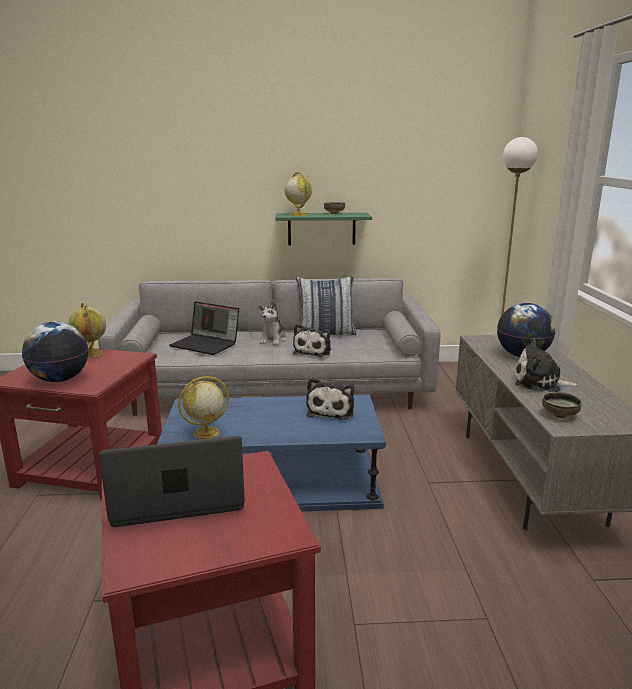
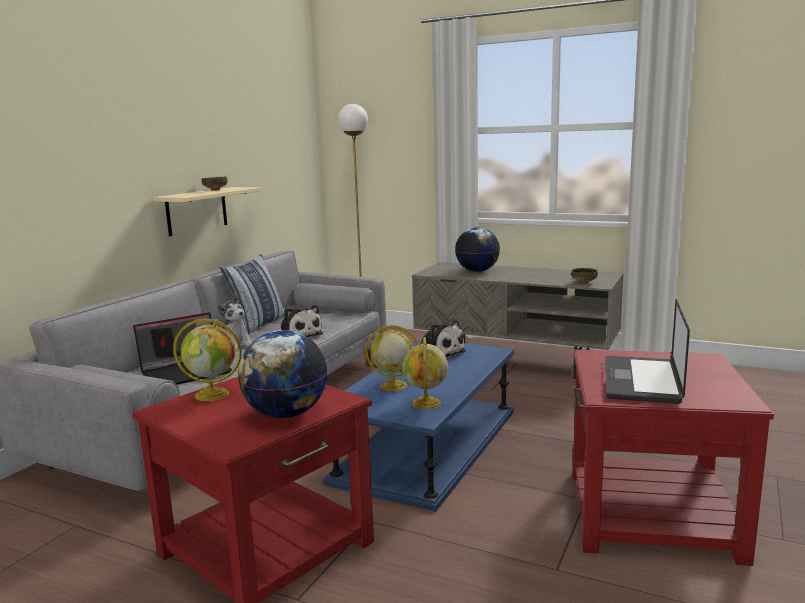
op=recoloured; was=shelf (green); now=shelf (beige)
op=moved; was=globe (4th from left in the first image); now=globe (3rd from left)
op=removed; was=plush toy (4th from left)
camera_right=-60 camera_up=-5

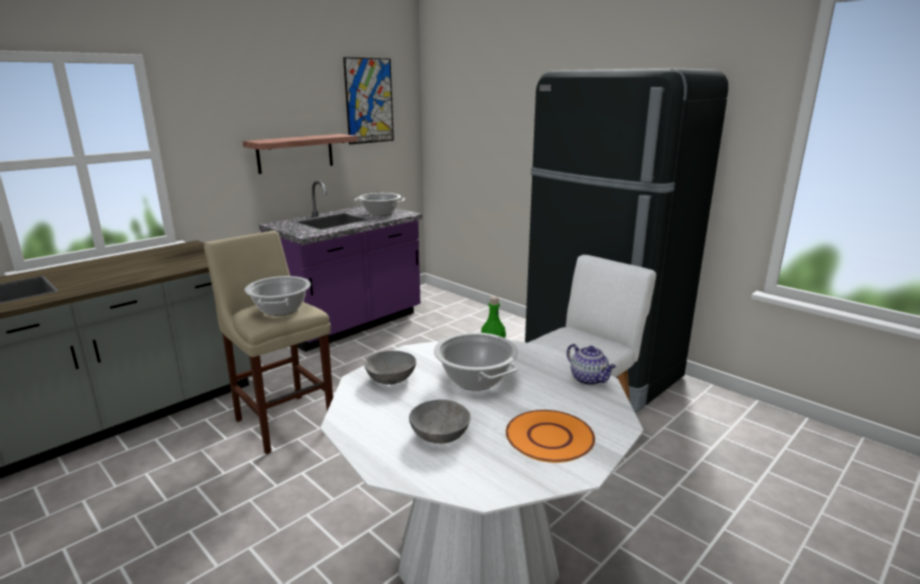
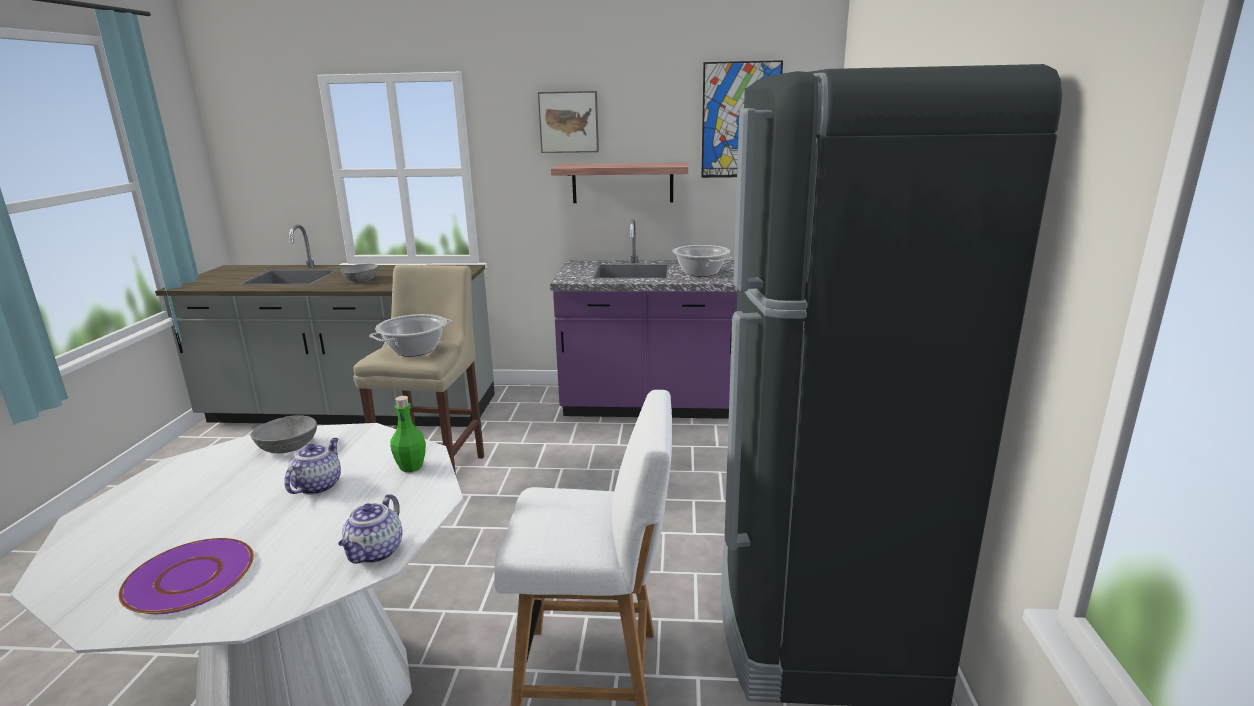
op=recoloured; was=plate (orange); now=plate (purple)
op=replaced; was=cooking pot (3rd from left); now=teapot (1st from left)
op=moved; was=bowl (grey) (2nd from left)
op=added; now=picture (1st from left)
camera_right=50 camera_up=0

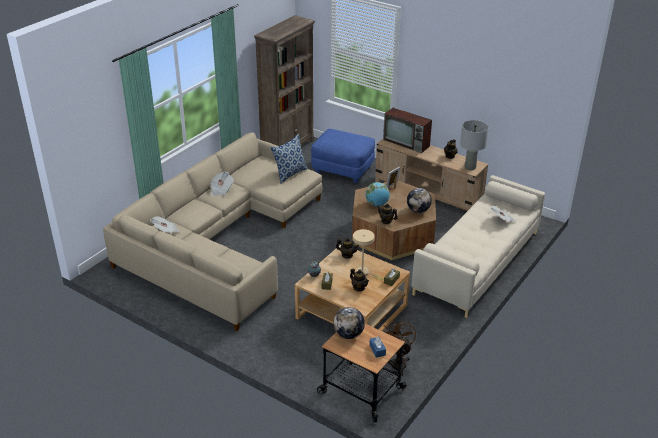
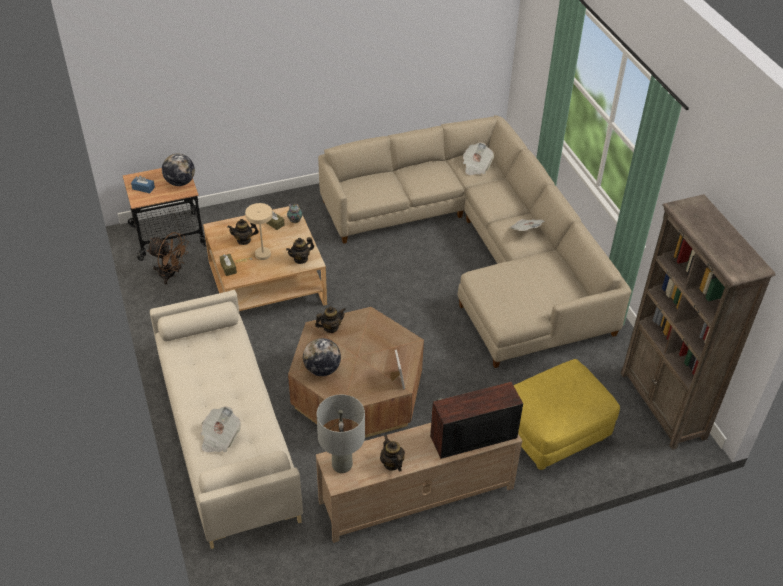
op=recoloured; was=ottoman (blue); now=ottoman (yellow)
op=removed; was=pillow
op=removed; was=globe (2nd from left)
camera_right=125 camera_up=10

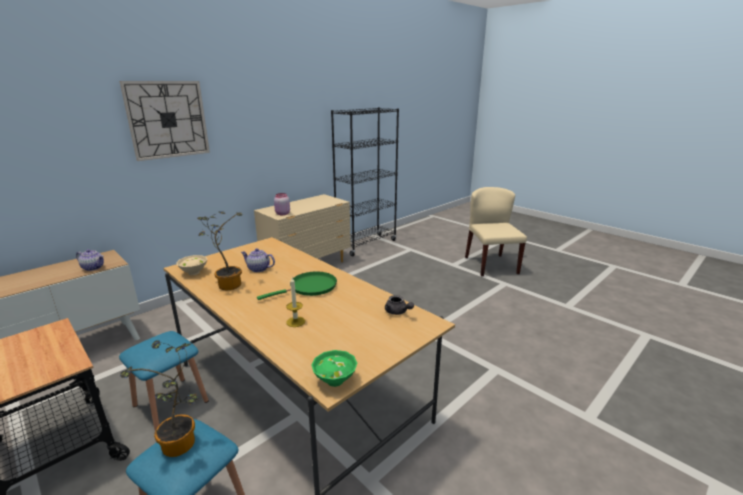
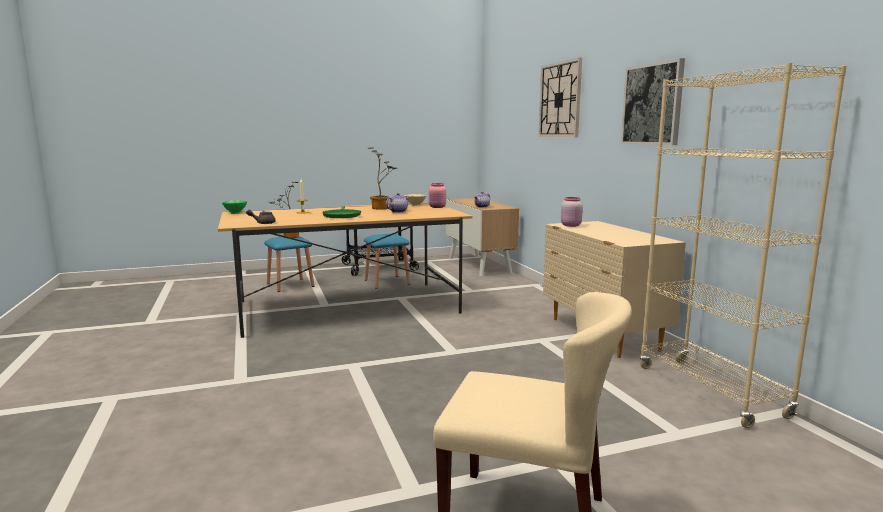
op=added; now=jar (pink) (1st from left)
op=added; now=picture
op=recoloured; was=bookcase (black); now=bookcase (beige)
camera_right=115 camera_up=-10

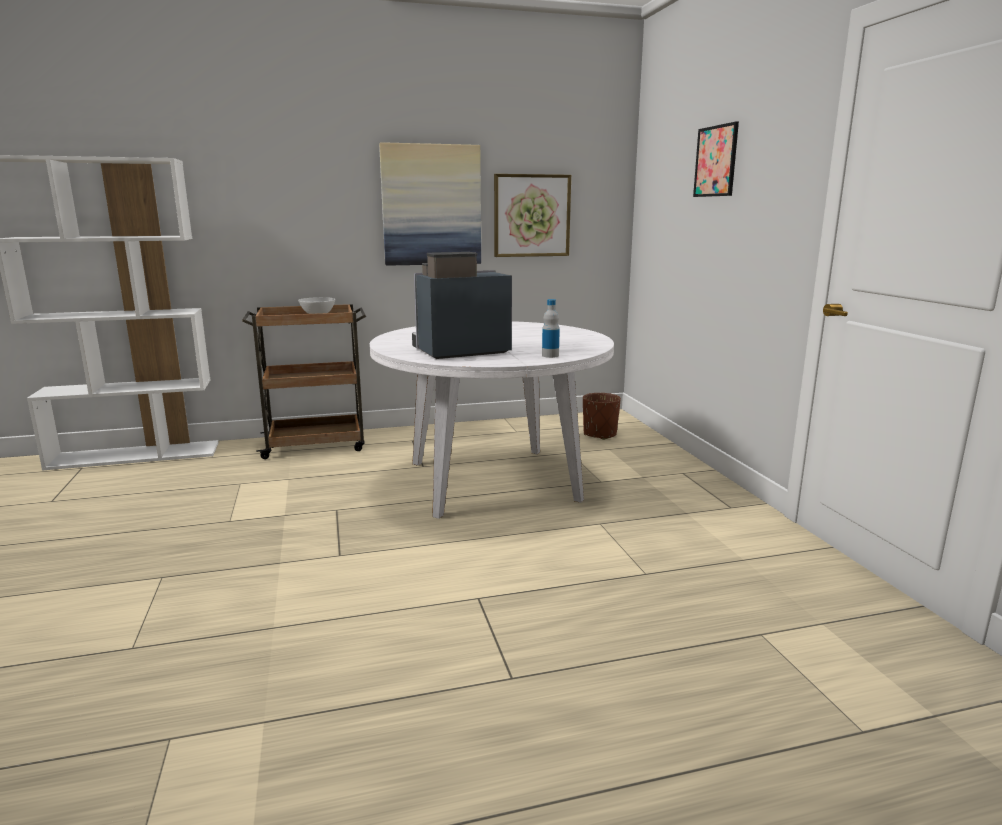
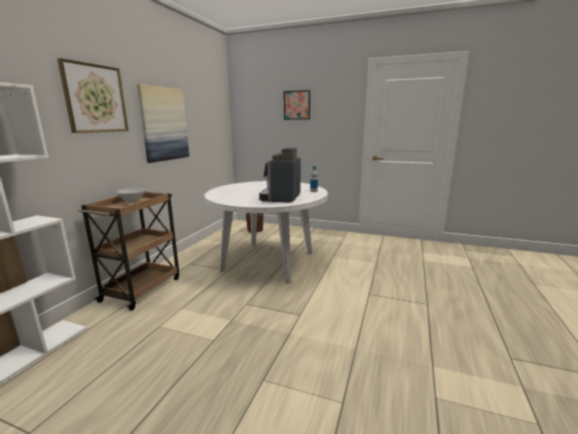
op=moved; was=picture (2nd from left in the first image); now=picture (1st from left)
camera_right=-55 camera_up=0

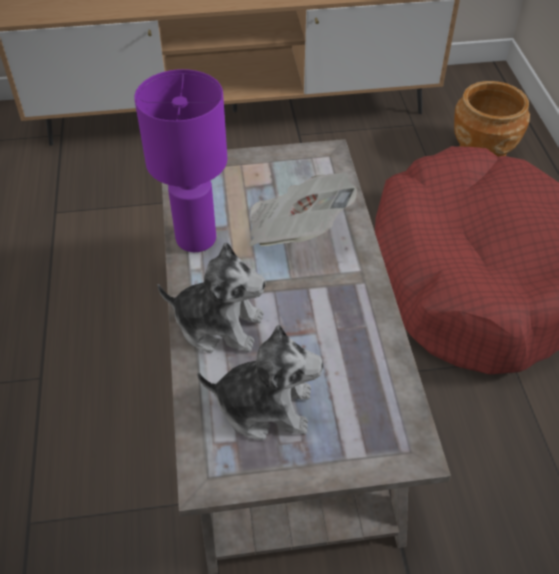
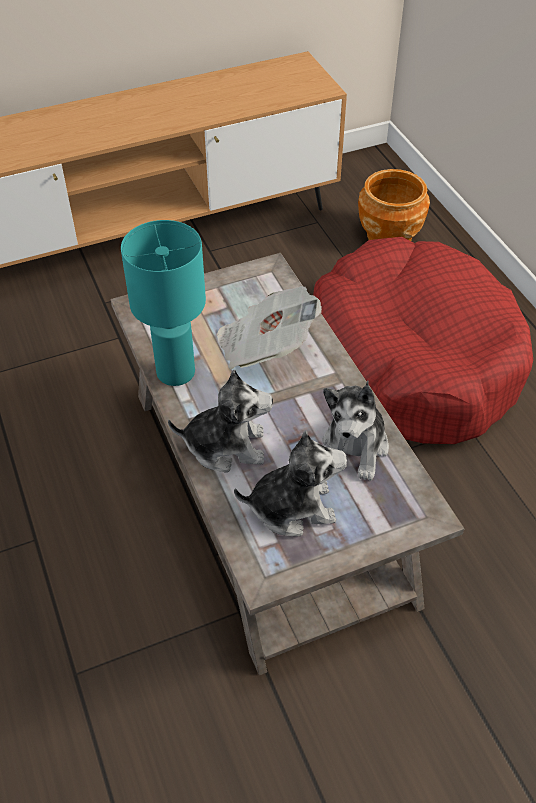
op=recoloured; was=table lamp (purple); now=table lamp (turquoise)
op=added; now=plush toy (3rd from left)
camera_right=-15 camera_up=0

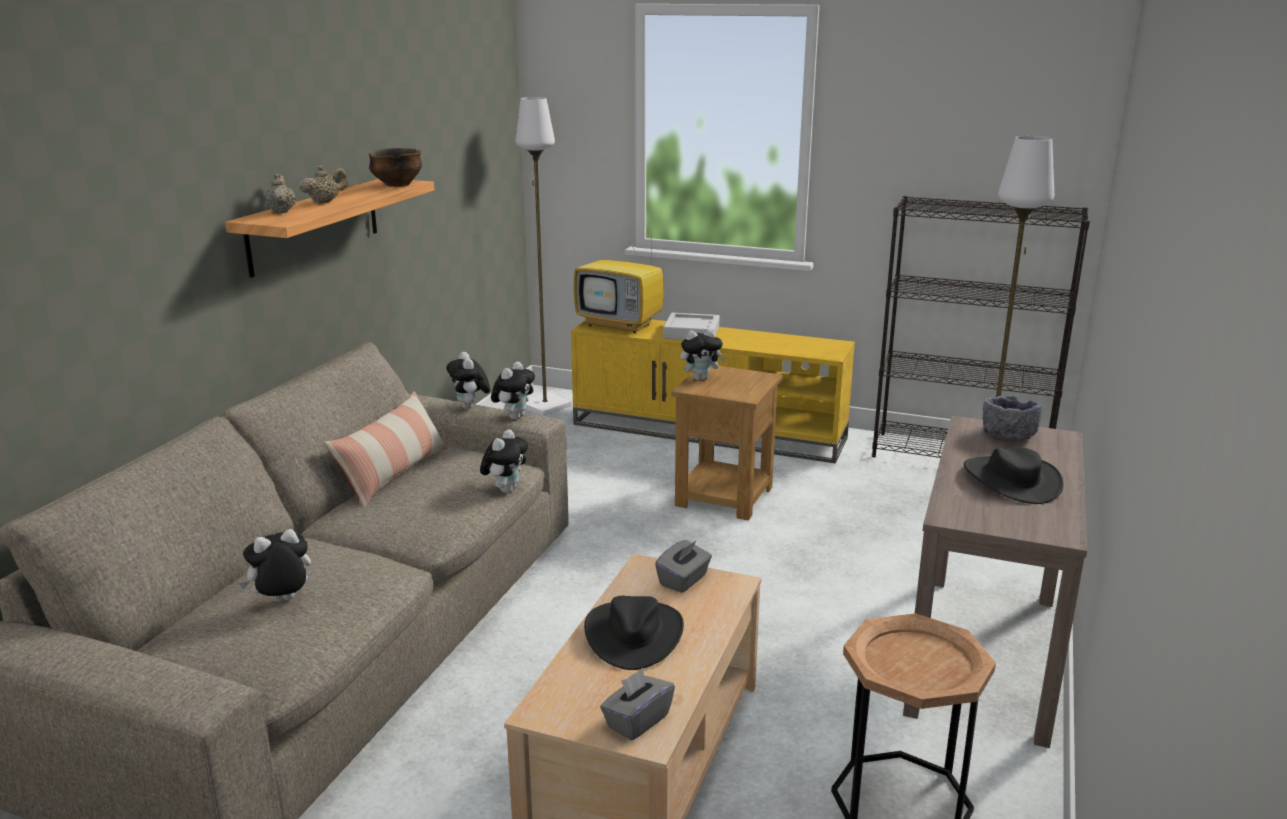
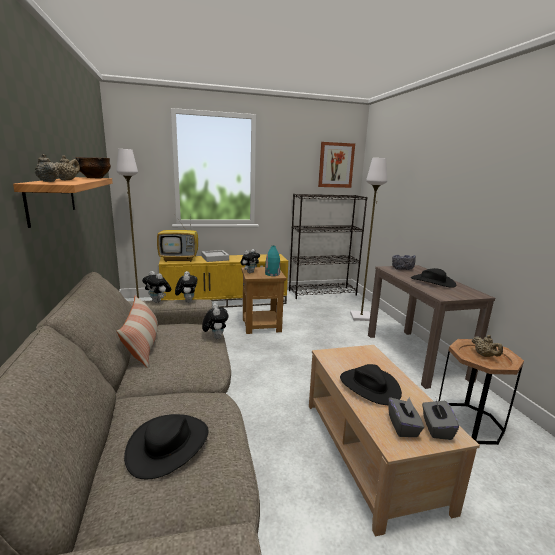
op=replaced; was=plush toy (1st from left); now=hat (black) (1st from left)
op=added; now=vase (turquoise)
op=added; now=picture
op=moved; was=tissue box (grey) (2nd from left in the first image); now=tissue box (grey) (1st from left)
op=added; now=teapot (beige) (3rd from left)
camera_right=-35 camera_up=-5

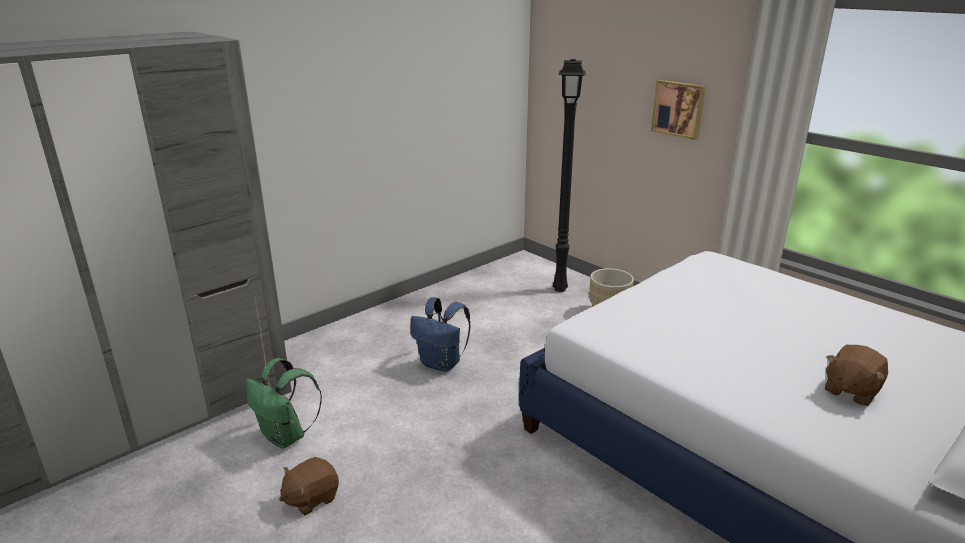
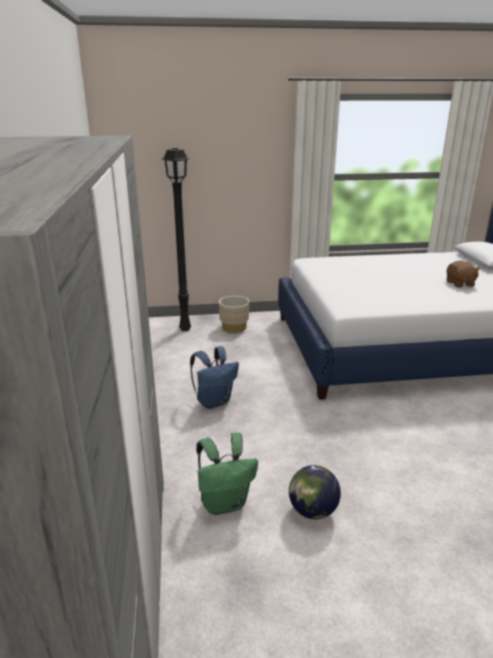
op=replaced; was=plush toy (brown) (1st from left); now=globe
op=removed; was=picture
camera_right=-55 camera_up=0

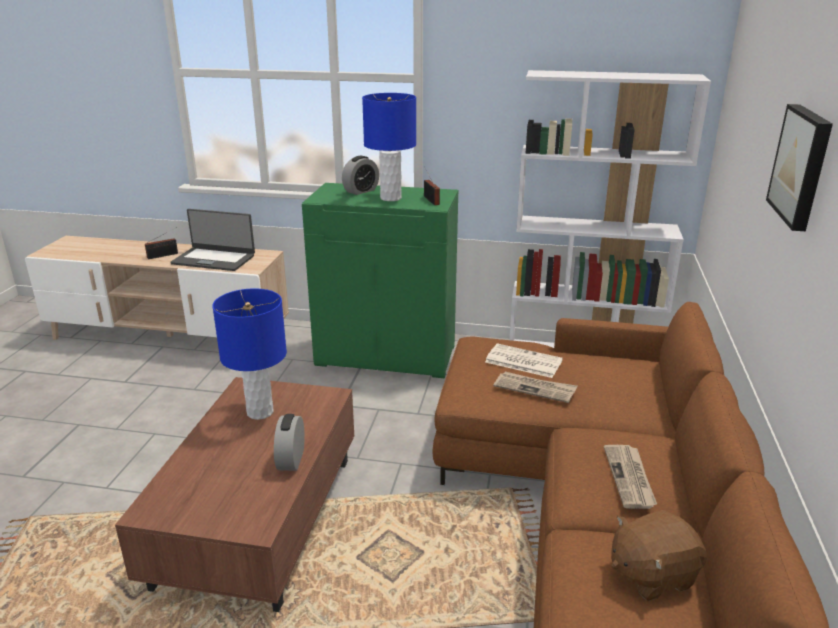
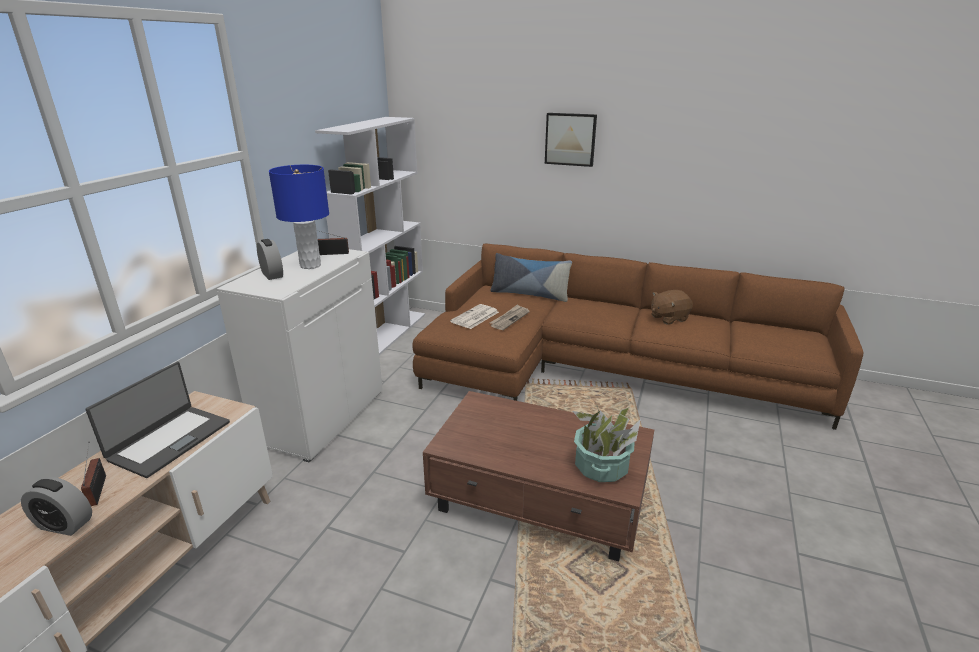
op=moved; was=alarm clock (1st from left)
op=recoloured; was=cabinet (green); now=cabinet (white)
op=added; now=pillow
op=added; now=potted plant
op=turned; was=plush toy (brown); clockwise=75
op=removed; was=table lamp (blue) (1st from left)
op=removed; was=newspaper (3rd from left)
camera_right=-80 camera_up=0

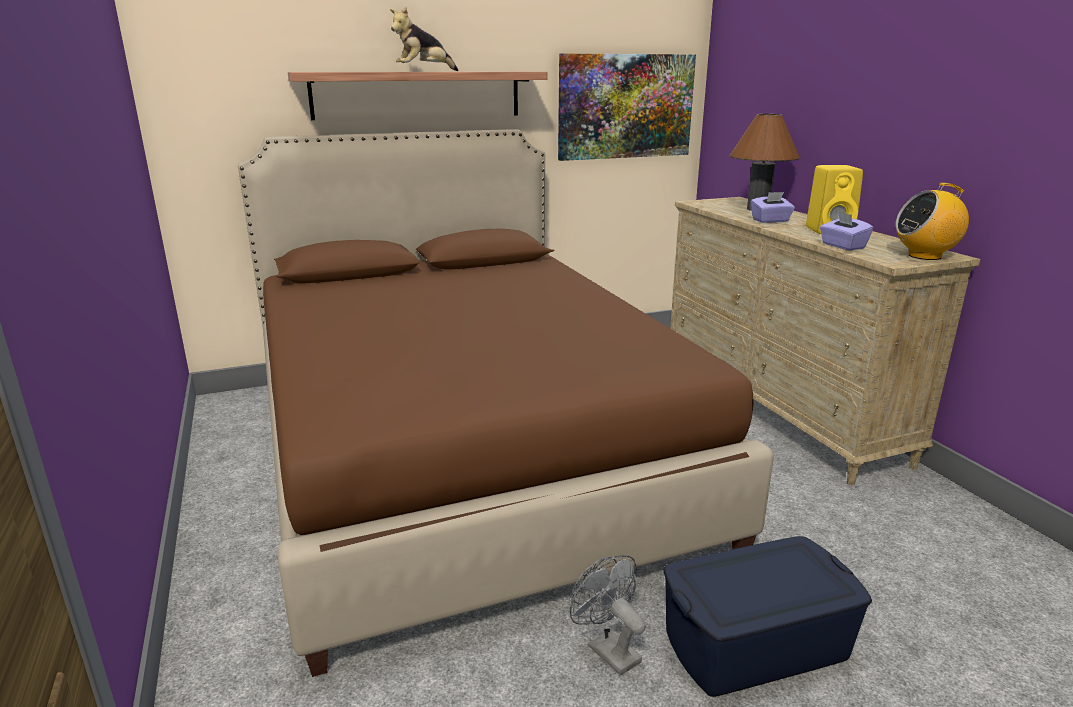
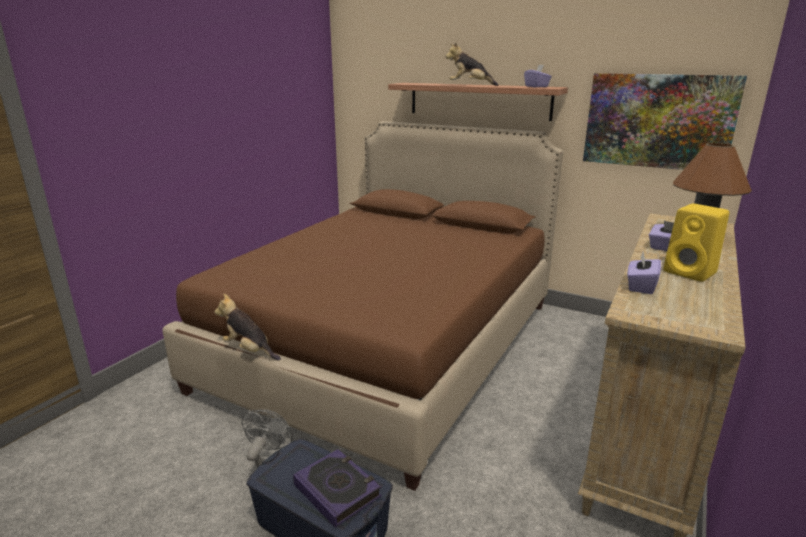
op=added; now=plush toy (1st from left)
op=added; now=book
op=added; now=tissue box (purple) (1st from left)
op=removed; was=radio
camera_right=50 camera_up=0

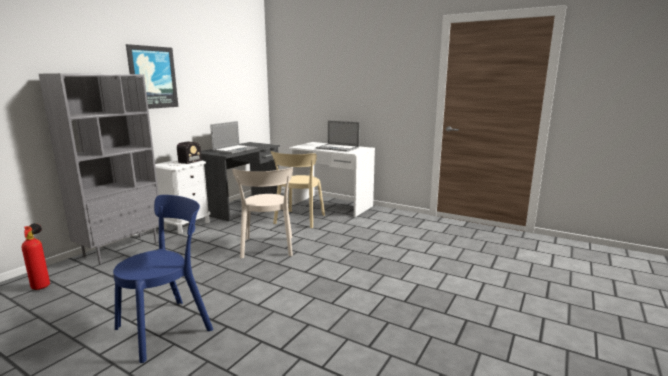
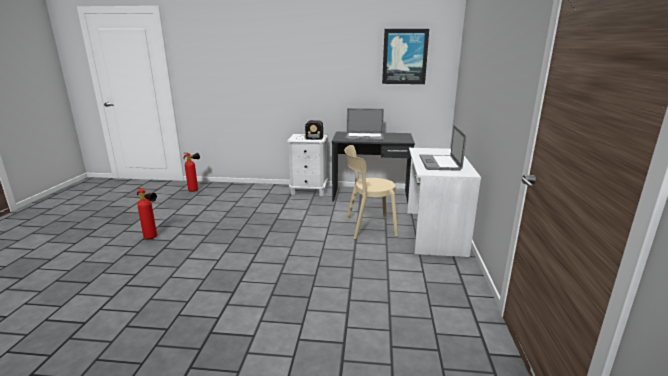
op=replaced; was=chair (blue); now=fire extinguisher (1st from left)
op=moved; was=picture
op=removed; was=bookcase (grey)
op=removed; was=chair (beige) (1st from left)
camera_right=65 camera_up=5

